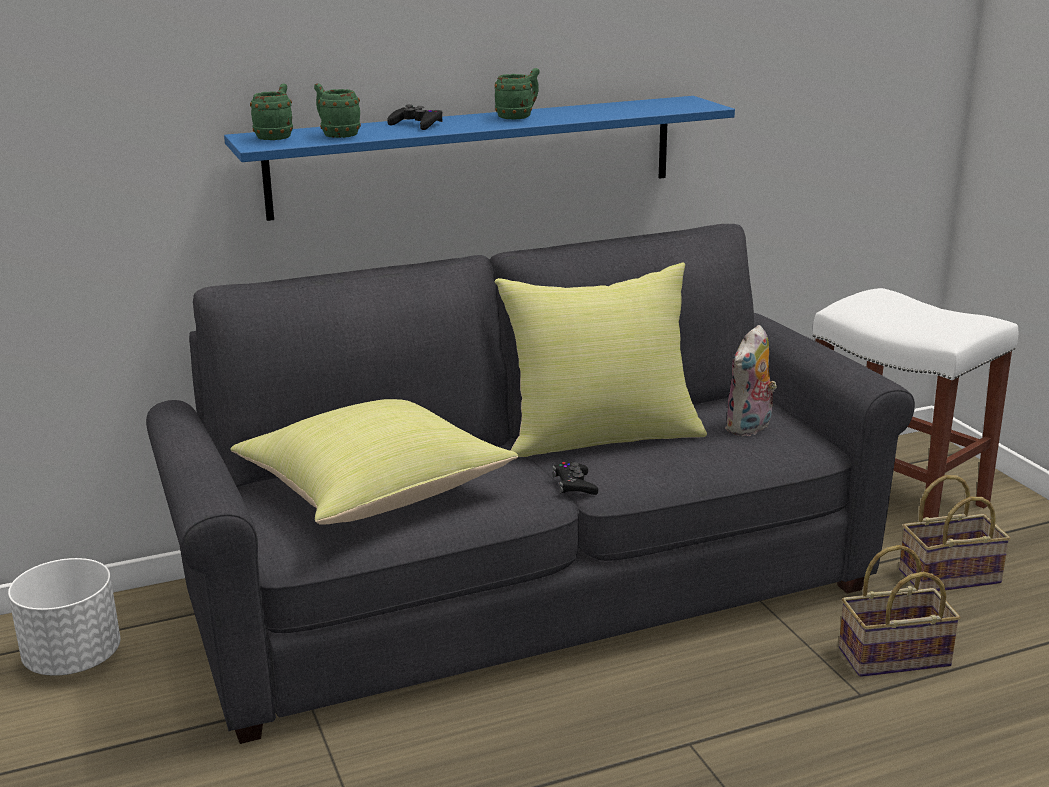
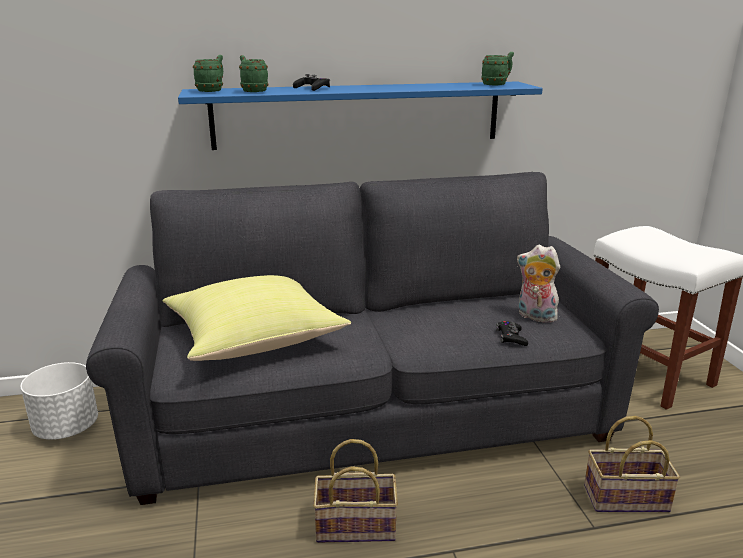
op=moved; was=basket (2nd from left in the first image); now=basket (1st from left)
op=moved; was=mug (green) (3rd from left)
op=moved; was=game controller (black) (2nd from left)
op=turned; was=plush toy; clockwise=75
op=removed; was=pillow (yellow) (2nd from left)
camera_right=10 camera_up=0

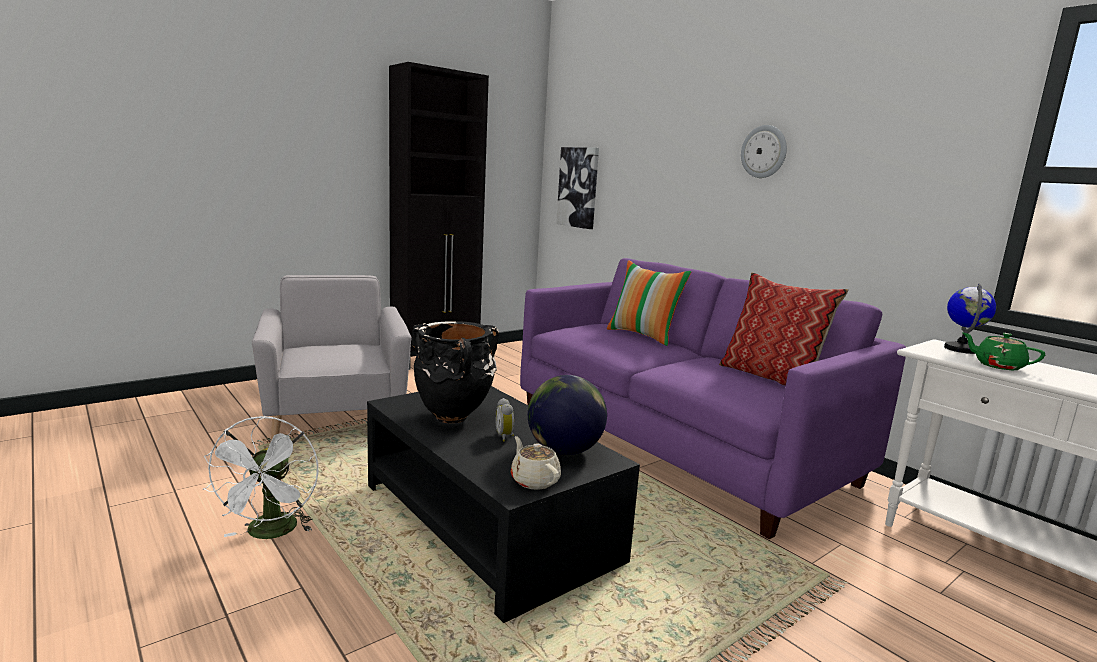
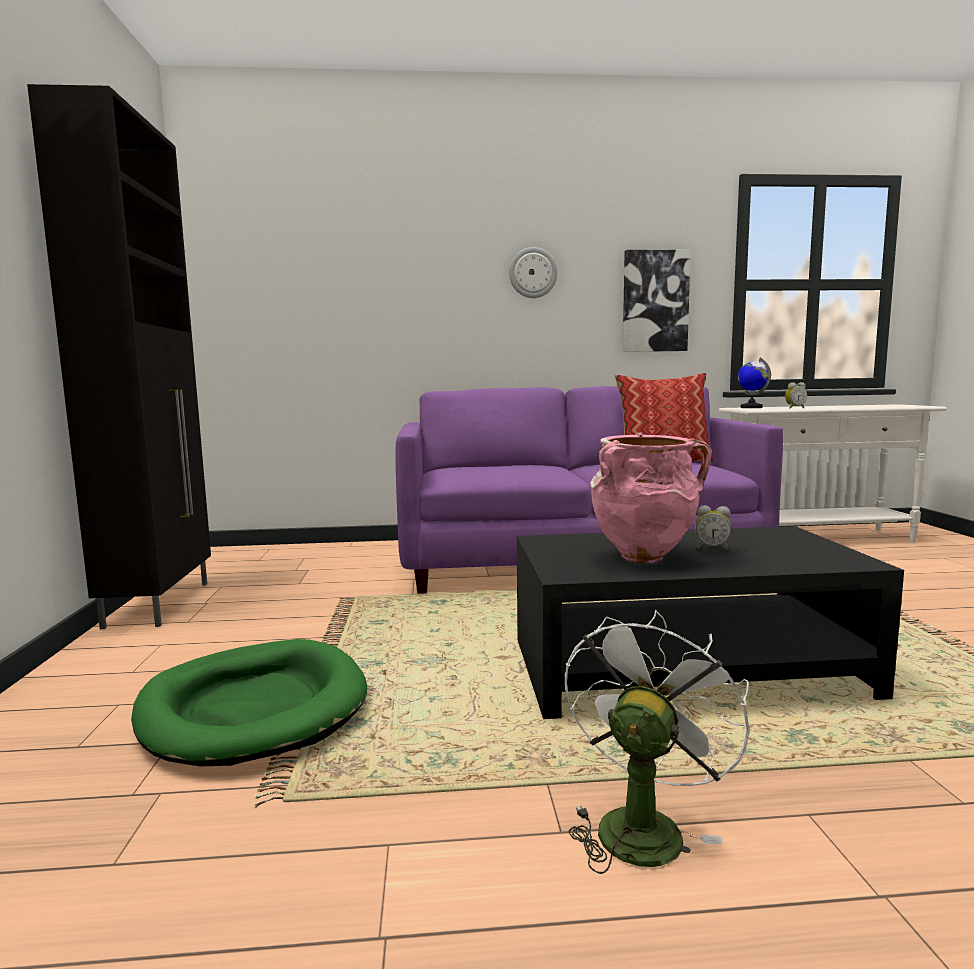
op=replaced; was=armchair (grey); now=dog bed (green)
op=turned; was=fan (white); clockwise=-90
op=recoloured; was=vase (black); now=vase (pink)
op=moved; was=picture
op=replaced; was=teapot (green); now=alarm clock (2nd from left)
op=removed; was=teapot (beige)
op=removed; was=globe (1st from left)
op=removed; was=pillow (1st from left)
camera_right=-55 camera_up=-5

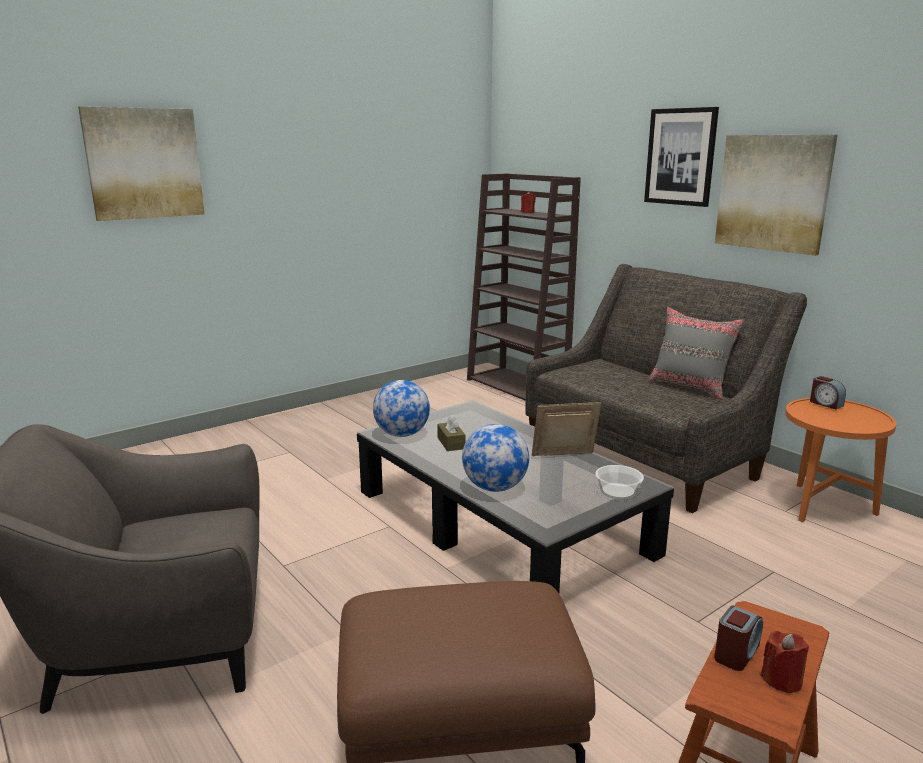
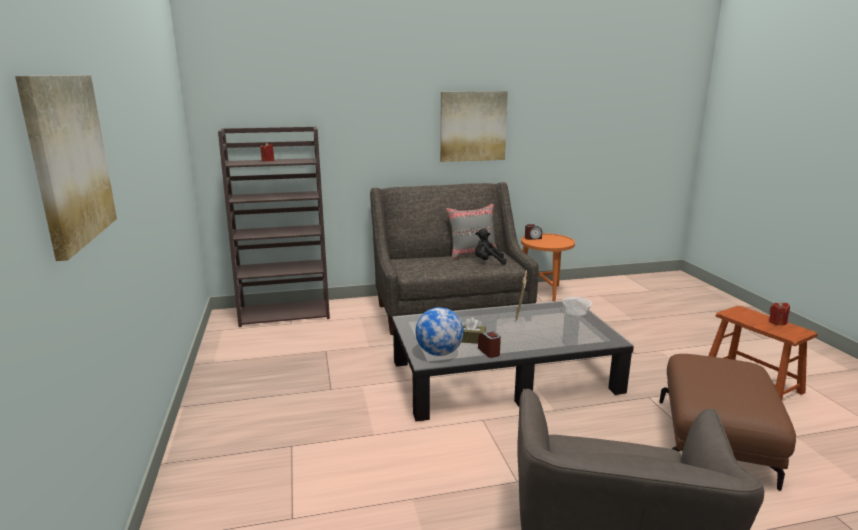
op=added; now=plush toy (black)
op=moved; was=alarm clock (1st from left)
op=removed; was=globe (2nd from left)
op=removed; was=picture (2nd from left)
camera_right=-65 camera_up=0

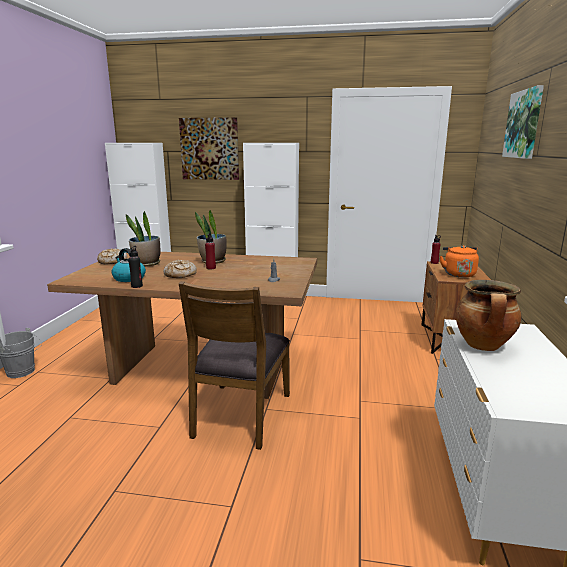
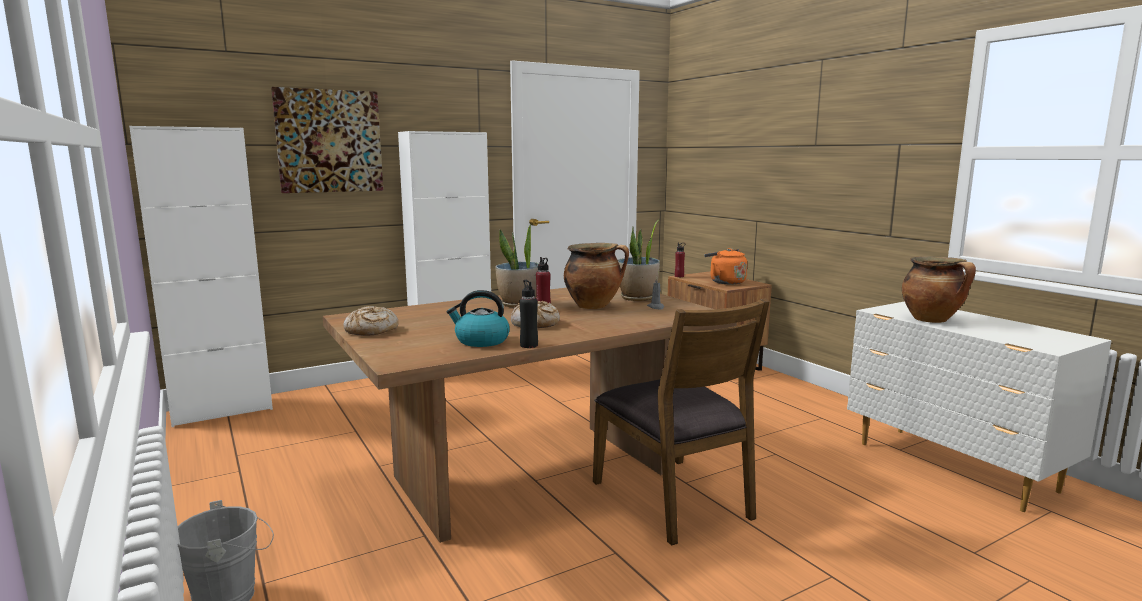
op=added; now=cooking pot (1st from left)
op=moved; was=potted plant (1st from left in the first image); now=potted plant (2nd from left)
op=removed; was=picture (2nd from left)
camera_right=-40 camera_up=-5

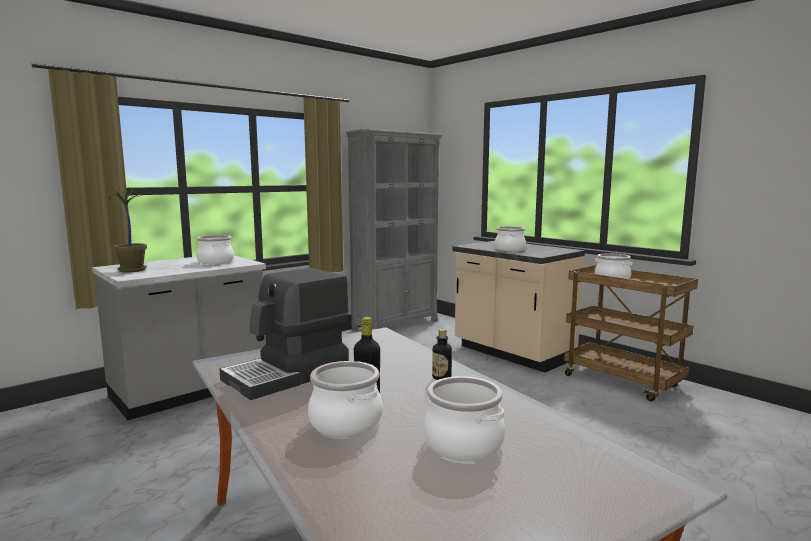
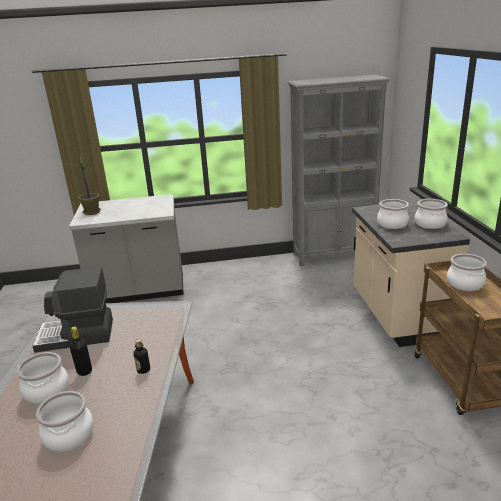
op=moved; was=cooking pot (1st from left in the first image); now=cooking pot (4th from left)
camera_right=35 camera_up=15

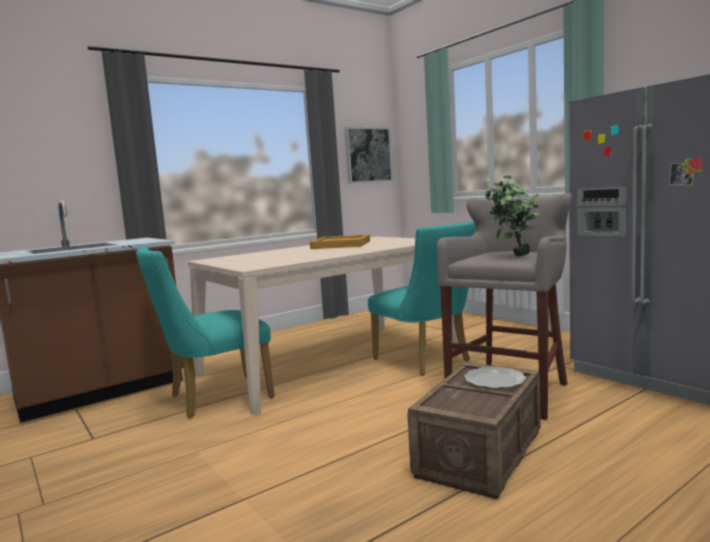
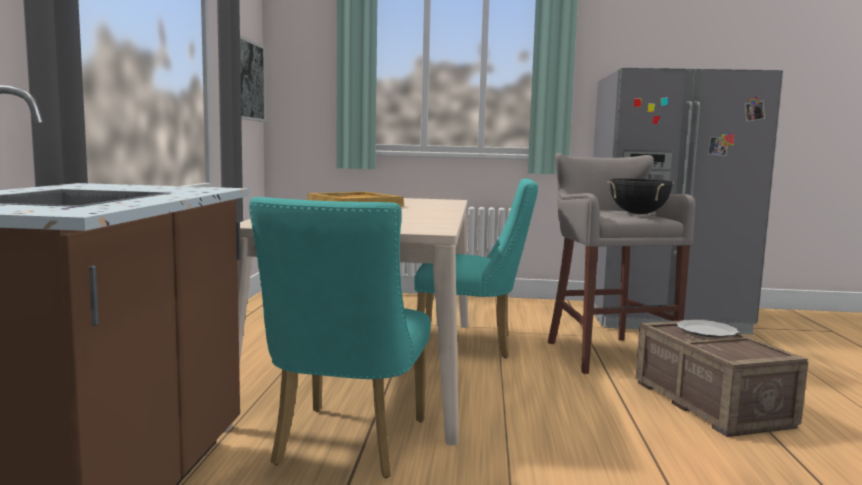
op=replaced; was=potted plant; now=cooking pot (black)
camera_right=-50 camera_up=0

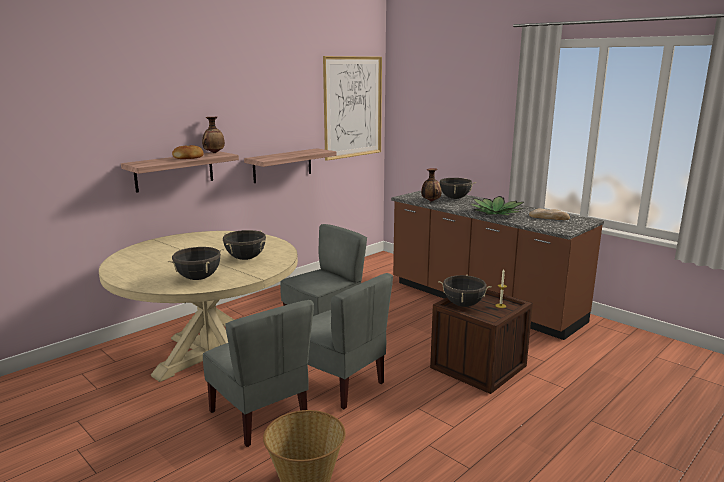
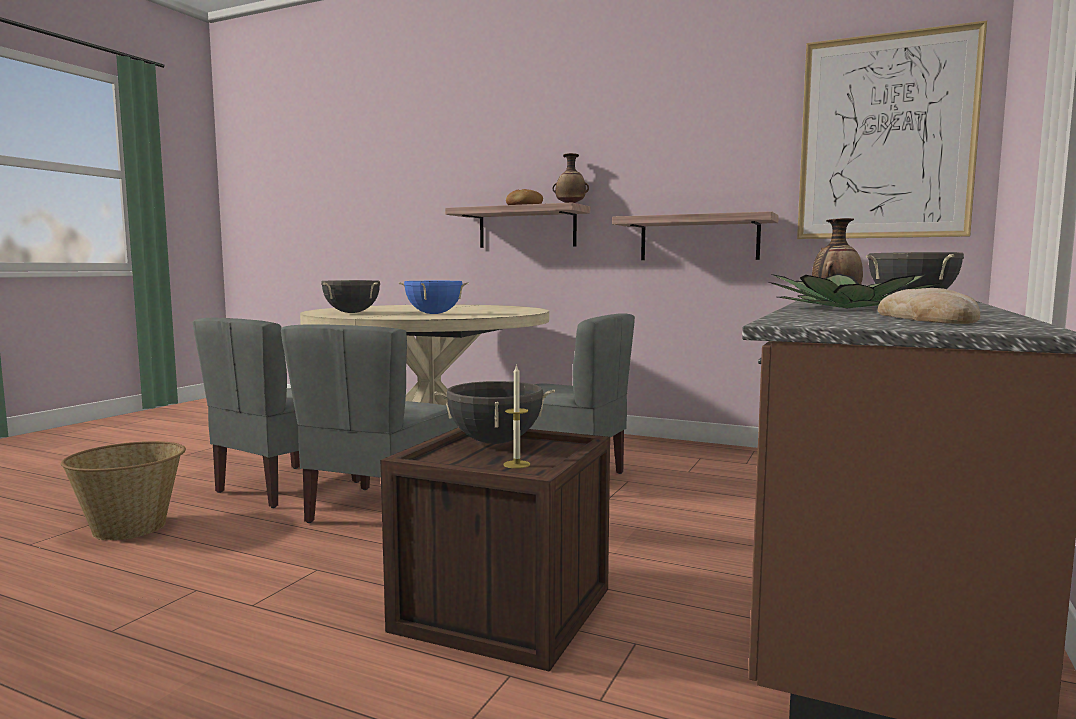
op=recoloured; was=cooking pot (black) (2nd from left); now=cooking pot (blue)
camera_right=70 camera_up=-10

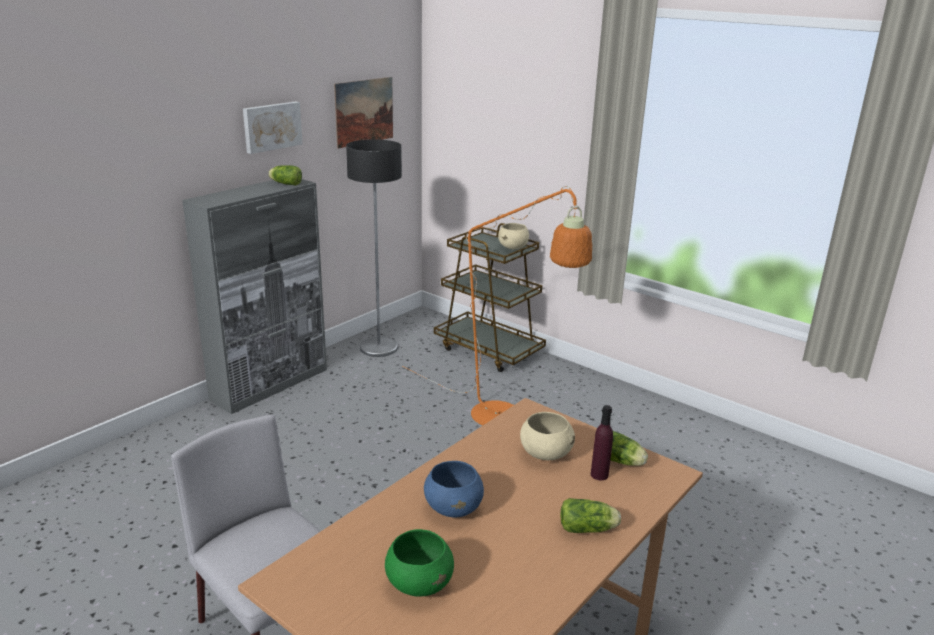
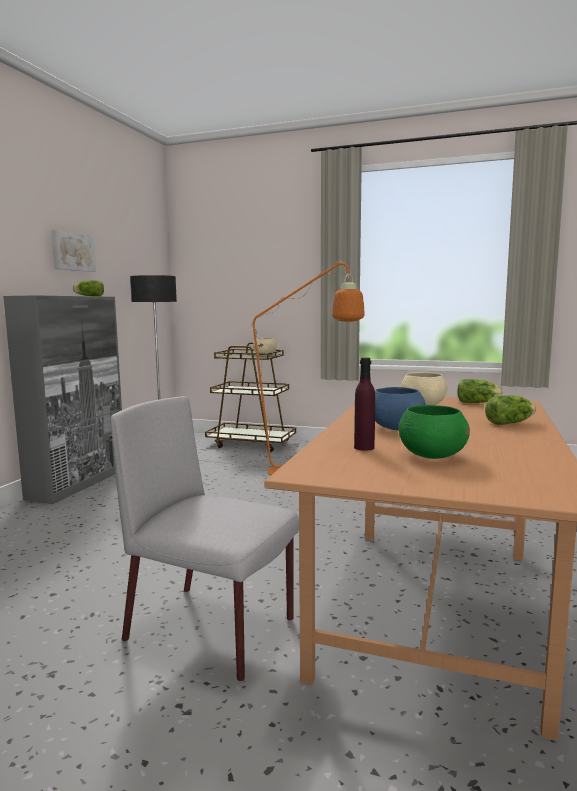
op=moved; was=bottle (purple)
op=removed; was=picture (2nd from left)
camera_right=-20 camera_up=-15

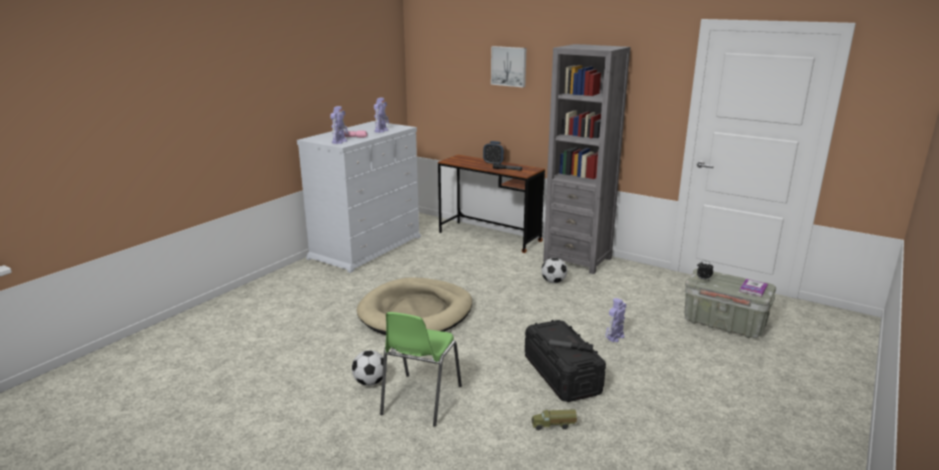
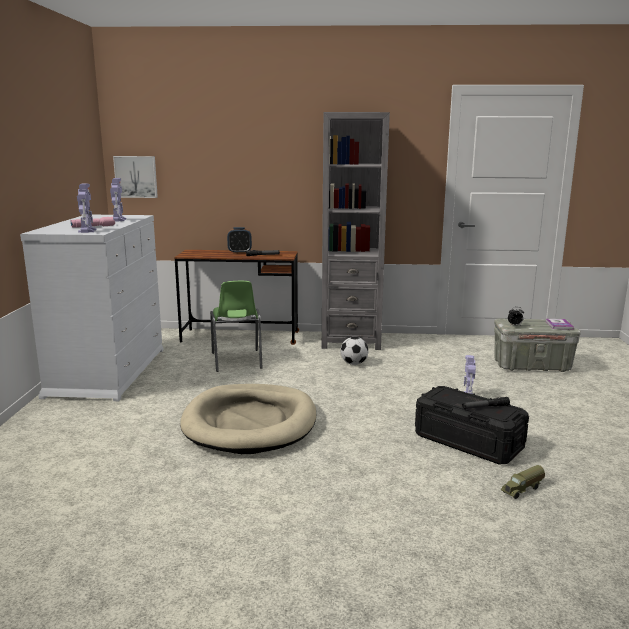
op=moved; was=picture
op=moved; was=chair (green)
op=removed; was=football (1st from left)
camera_right=-30 camera_up=-5

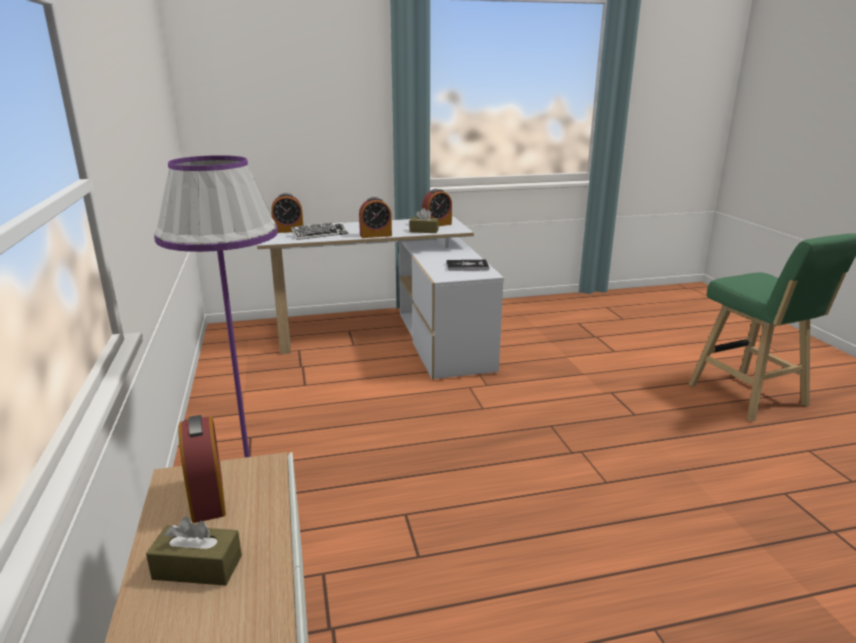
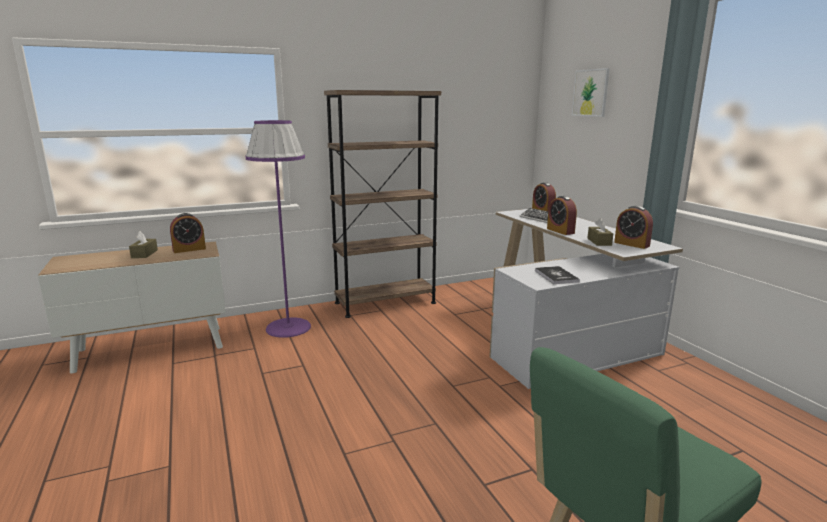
op=added; now=bookcase (brown)
op=added; now=picture
camera_right=80 camera_up=-5

